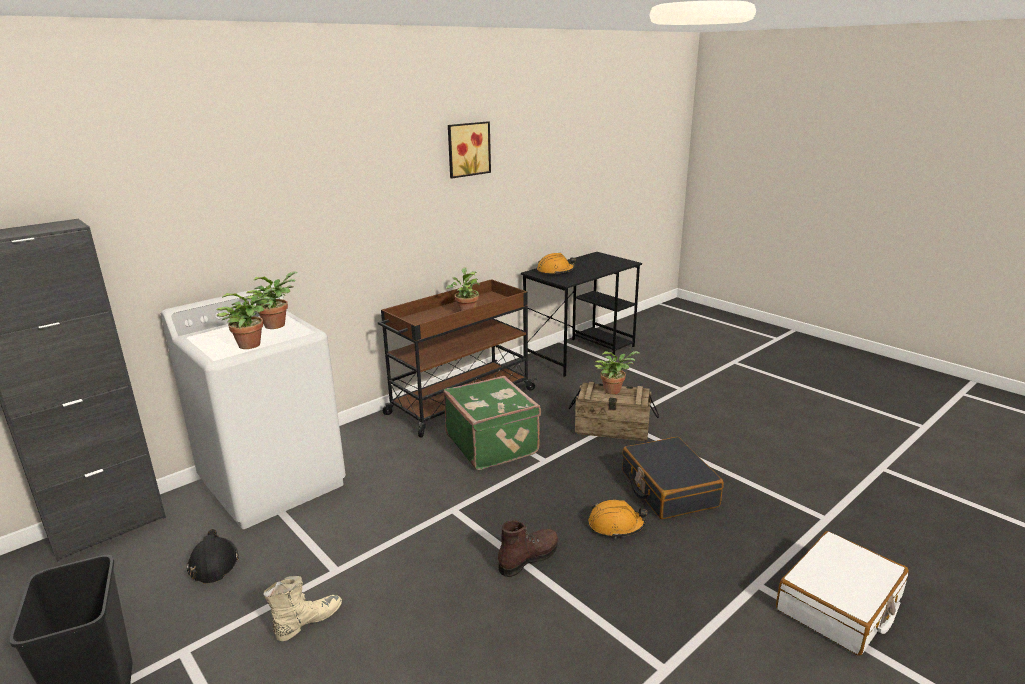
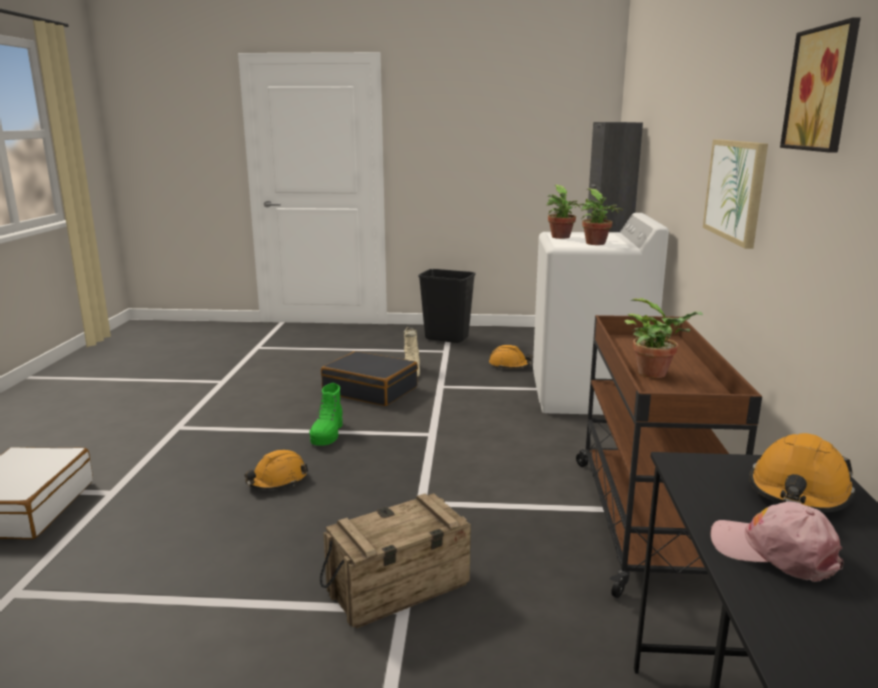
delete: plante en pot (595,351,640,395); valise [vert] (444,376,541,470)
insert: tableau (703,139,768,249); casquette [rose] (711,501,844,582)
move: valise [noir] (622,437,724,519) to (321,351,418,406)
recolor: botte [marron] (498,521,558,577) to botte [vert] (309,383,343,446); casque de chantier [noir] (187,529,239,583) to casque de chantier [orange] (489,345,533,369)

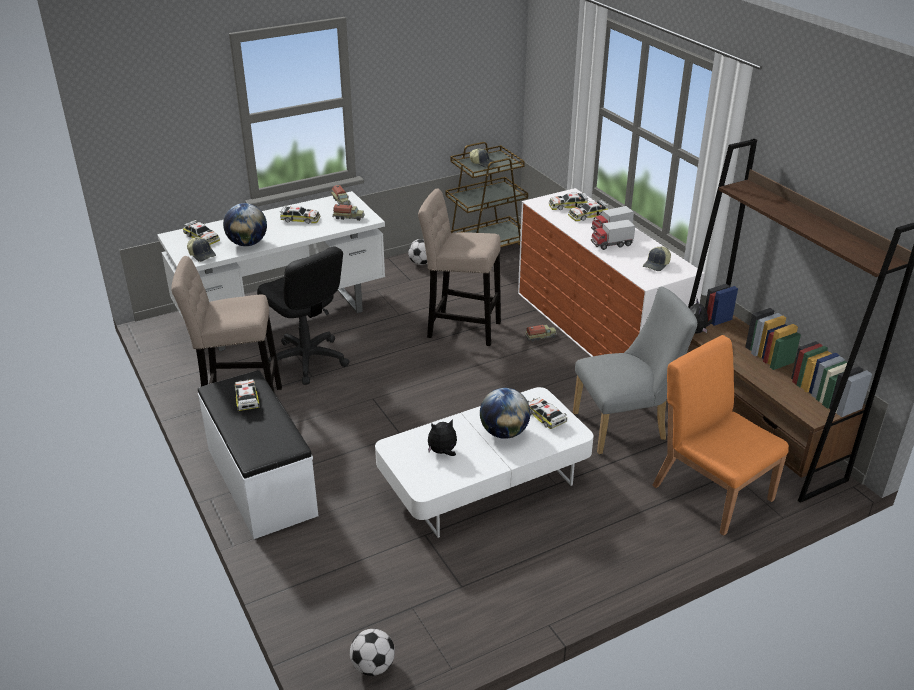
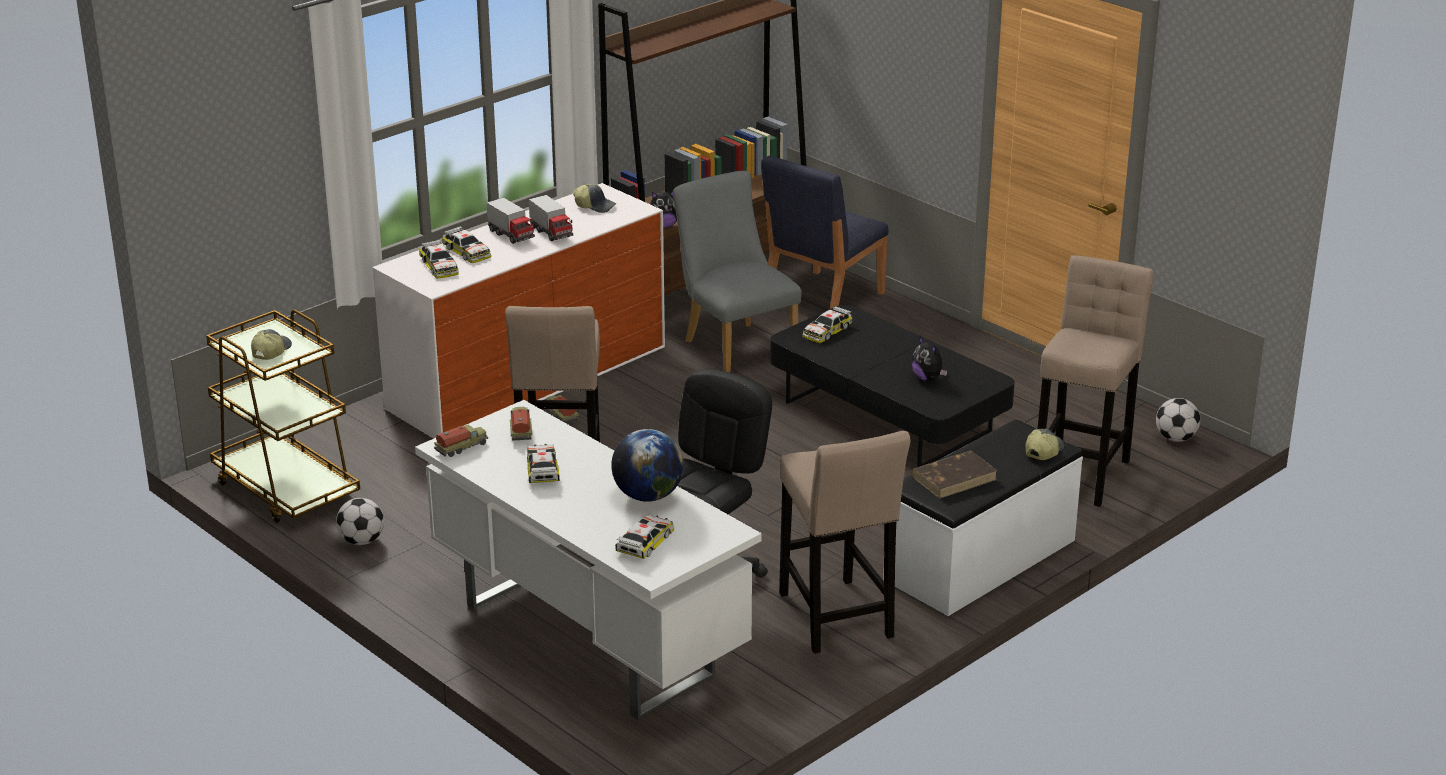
delete: globe (480,388,530,439)
insert: tabouret [beige] (1038,255,1154,507)
move: casquette (187,237,216,262) to (1026,429,1064,460)
replace: petite voiture (235,379,260,411) to livre [marron] (911,451,998,499)
recolor: chaise [orange] (652,335,789,536) to chaise [bleu] (761,156,889,309); table basse [blanc] (375,387,593,538) to table basse [noir] (770,305,1015,467)

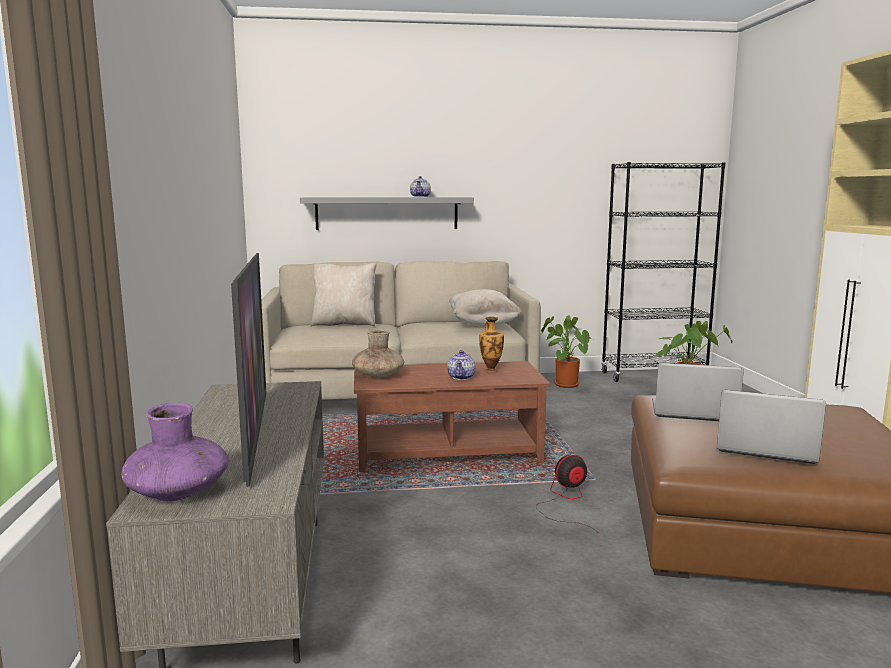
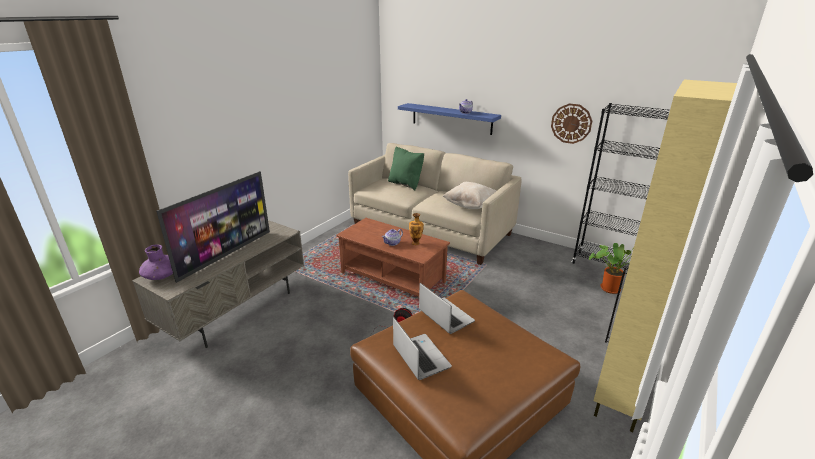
delete: plante en pot (541,315,592,388); vase [marron] (352,330,404,378)
insert: horloge murale (551,103,592,144)
recolor: étagère [gris] (300,197,474,230) to étagère [bleu] (398,103,501,135); coussin [beige] (310,263,377,326) to coussin [vert] (388,146,424,190)

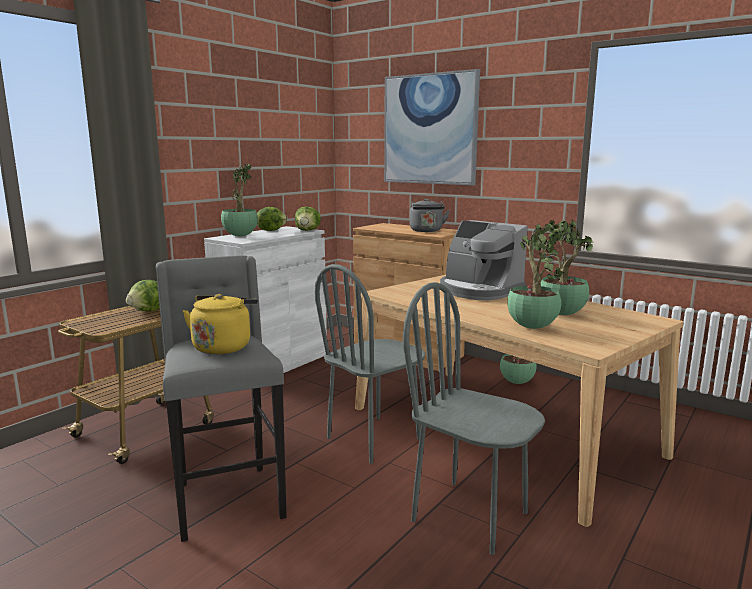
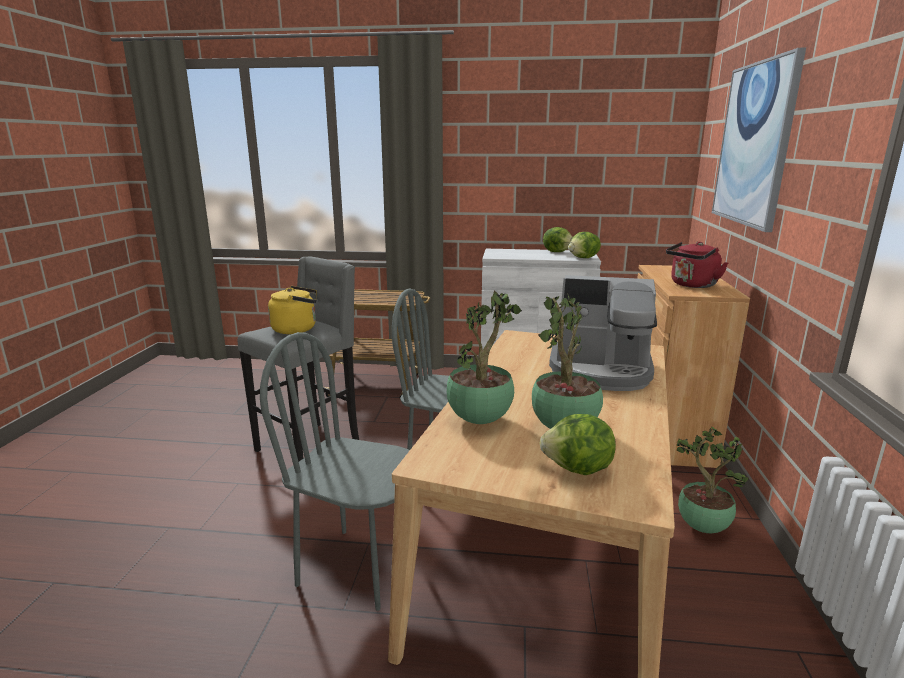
delete: plante en pot (221,164,258,236)
move: laitue (126,280,160,311) to (540,414,616,475)
recolor: bouilloire [gris] (410,198,450,232) to bouilloire [rouge] (666,242,728,288)
rotate: machine à café (440,220,528,300) = (549,275,657,391) 90 degrees counterclockwise; chaise [gris] (403,282,545,555) = (260,332,410,611) 75 degrees counterclockwise

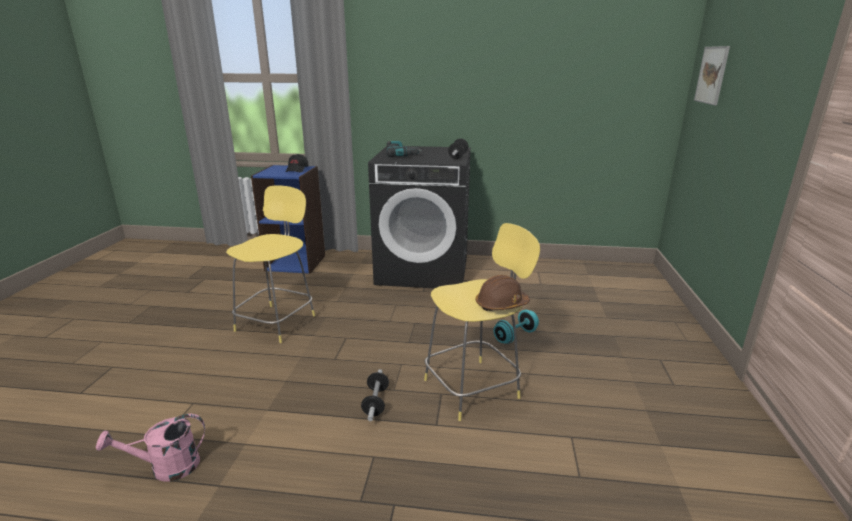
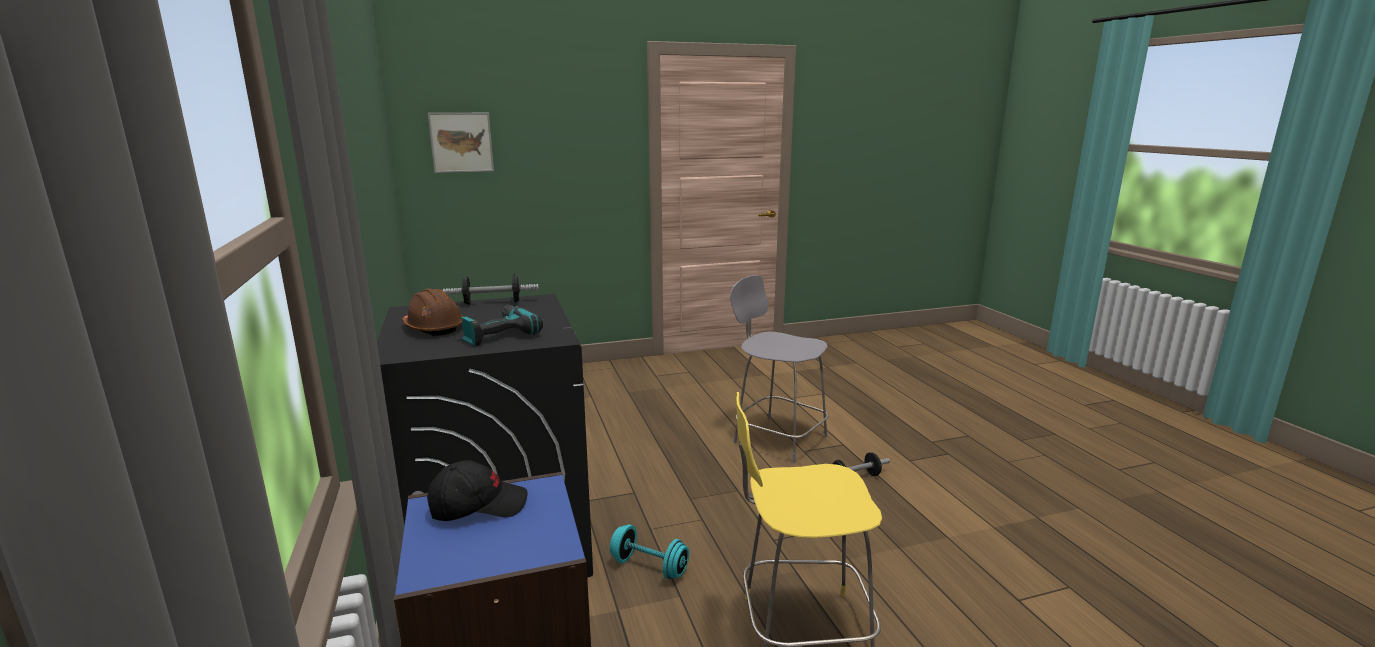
delete: arrosoir [rose] (96,414,205,482)
move: casque de chantier [marron] (476,275,530,311) to (402,289,464,336); haltère [turquoise] (493,310,539,344) to (610,524,689,579)
recolor: tabouret [jaune] (424,223,540,421) to tabouret [gris] (730,275,829,464)

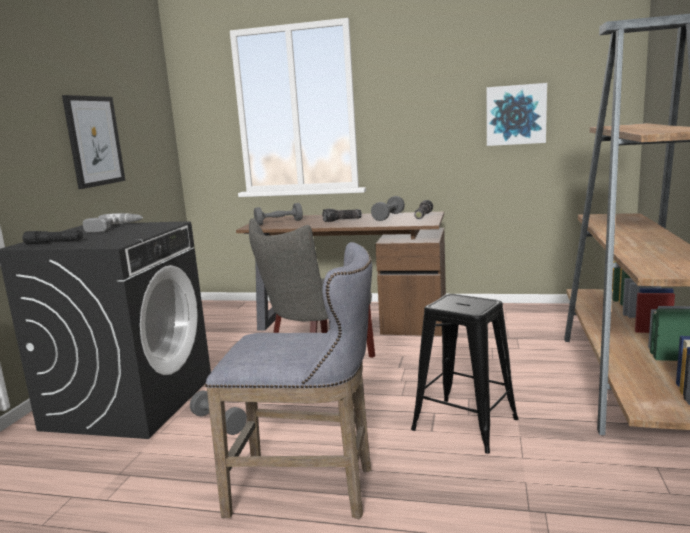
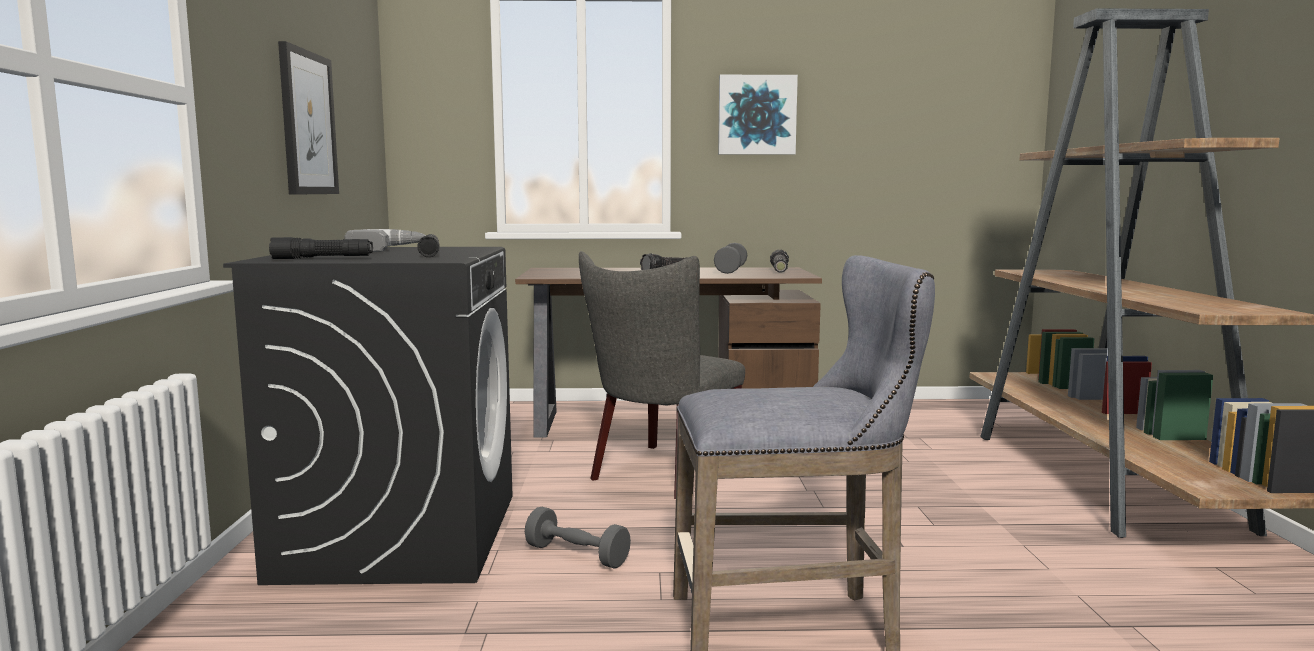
delete: haltère [gris] (254,203,303,225); tabouret [noir] (411,294,518,454)
insert: lampe de poche [noir] (417,234,440,257)
move: tableau (487,83,547,146) to (718,75,798,155)

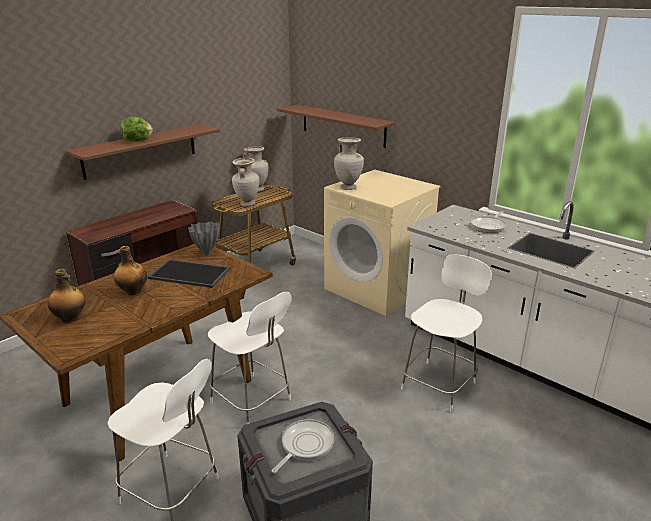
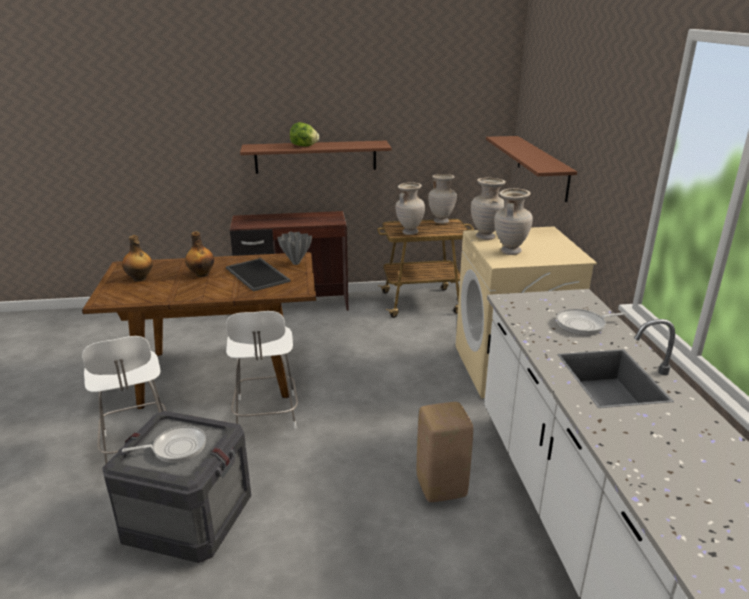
insert: vase [beige] (494,188,533,255)
replace: chaise [blanc] (401,254,491,412) to tabouret [beige] (417,402,473,502)

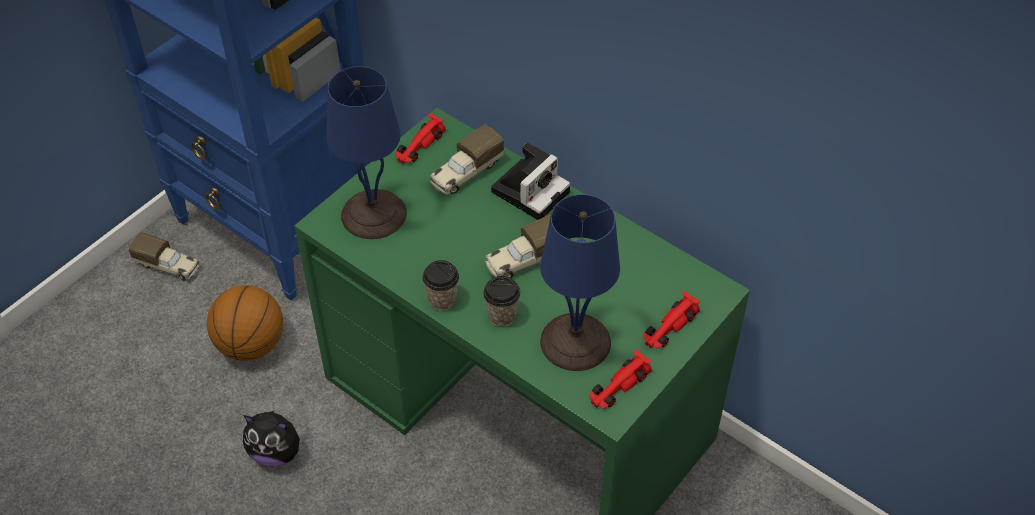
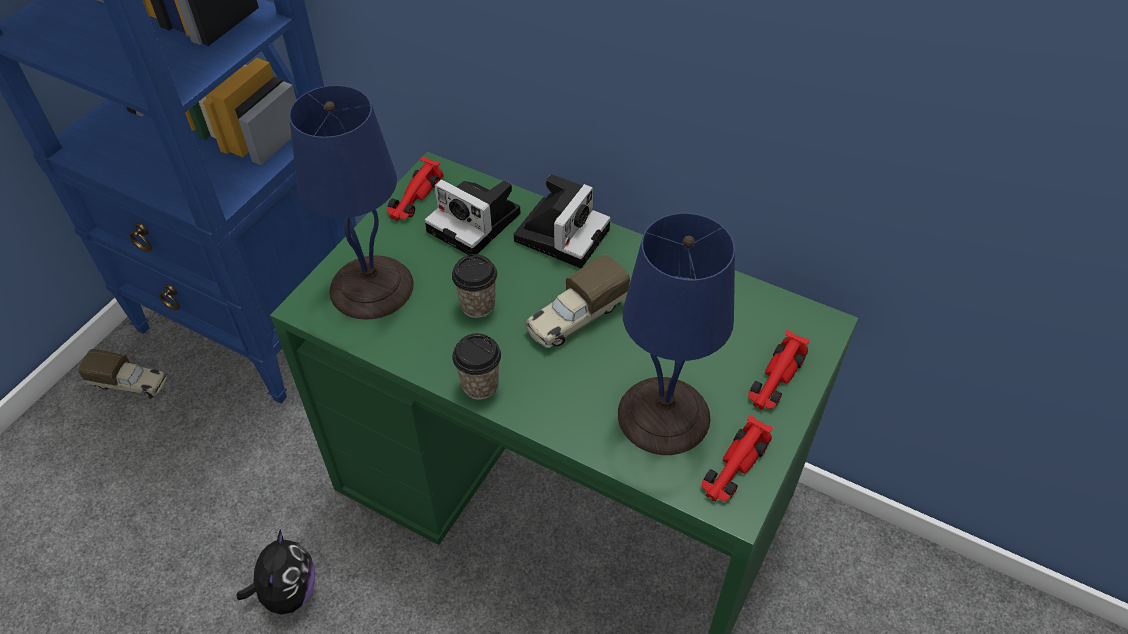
delete: ballon de basket (207,285,283,361)
move: tasse (483,276,520,327) to (452,254,497,318)
replace: camion jouet (429,125,504,195) to appareil photo (425,179,521,255)
rotate: peluche (243,411,309,466) = (237,530,315,615) 90 degrees counterclockwise

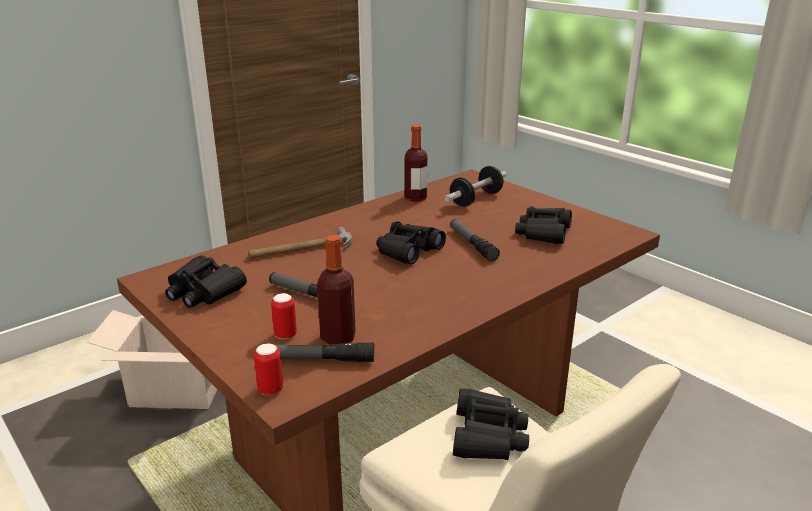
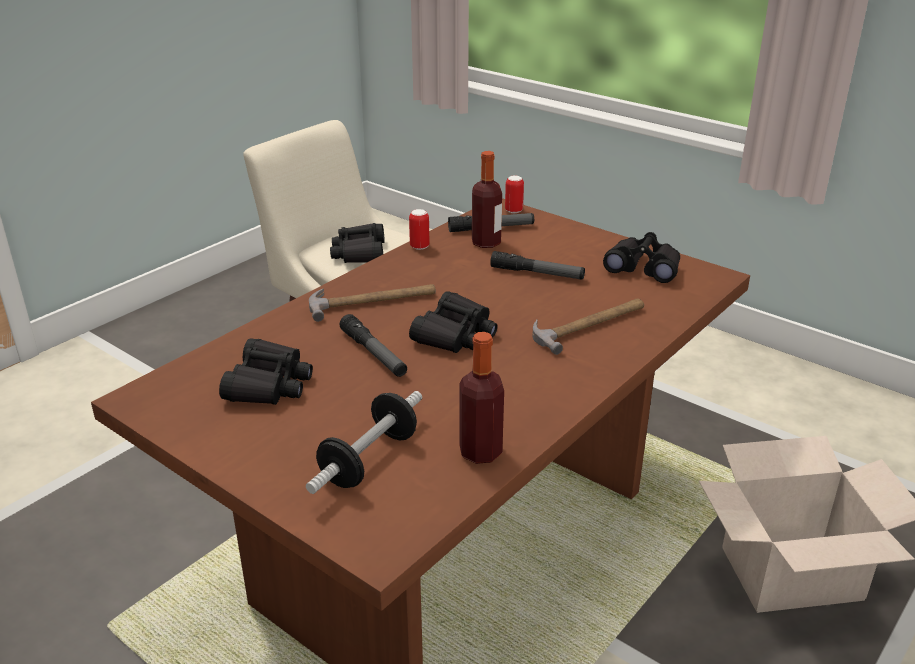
insert: marteau (309,284,436,322)
move: boîte métallique (271,293,297,339) to (409,209,430,250)

